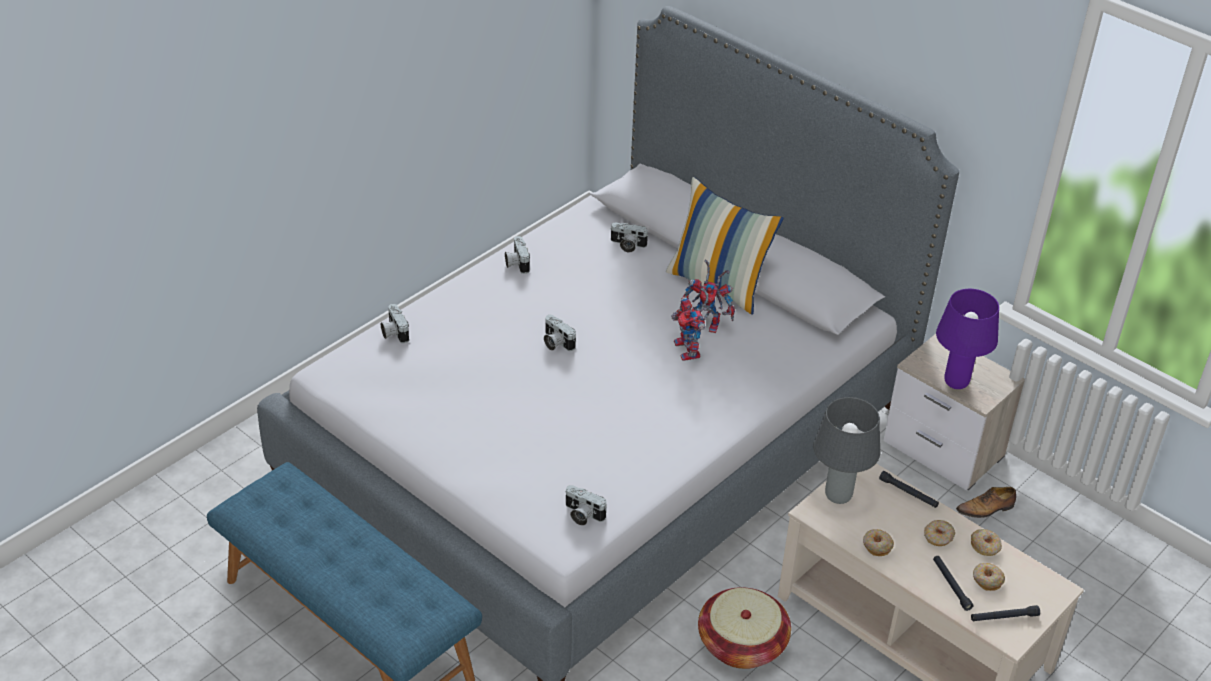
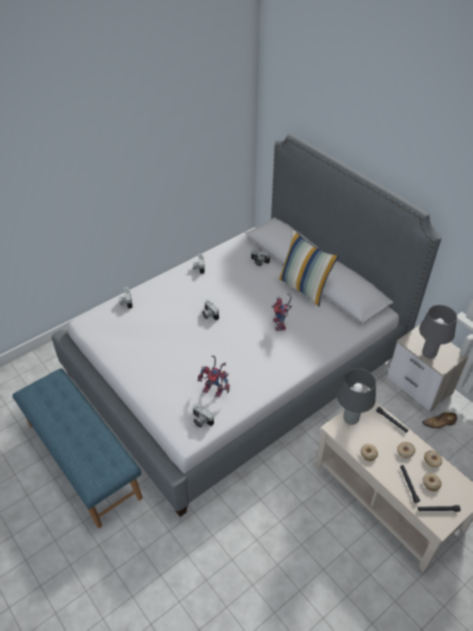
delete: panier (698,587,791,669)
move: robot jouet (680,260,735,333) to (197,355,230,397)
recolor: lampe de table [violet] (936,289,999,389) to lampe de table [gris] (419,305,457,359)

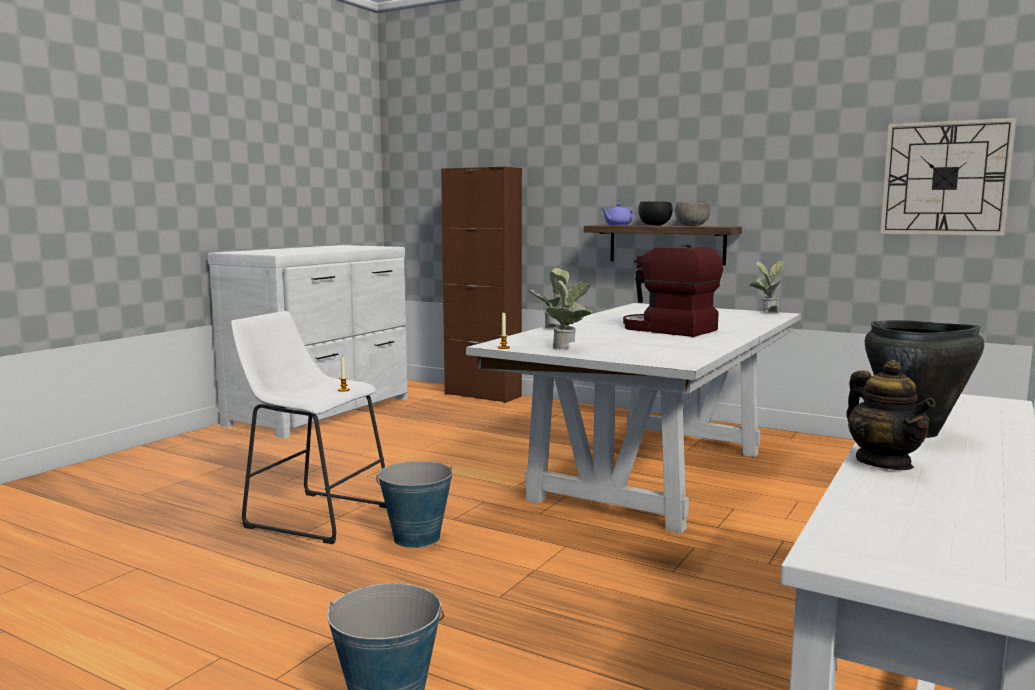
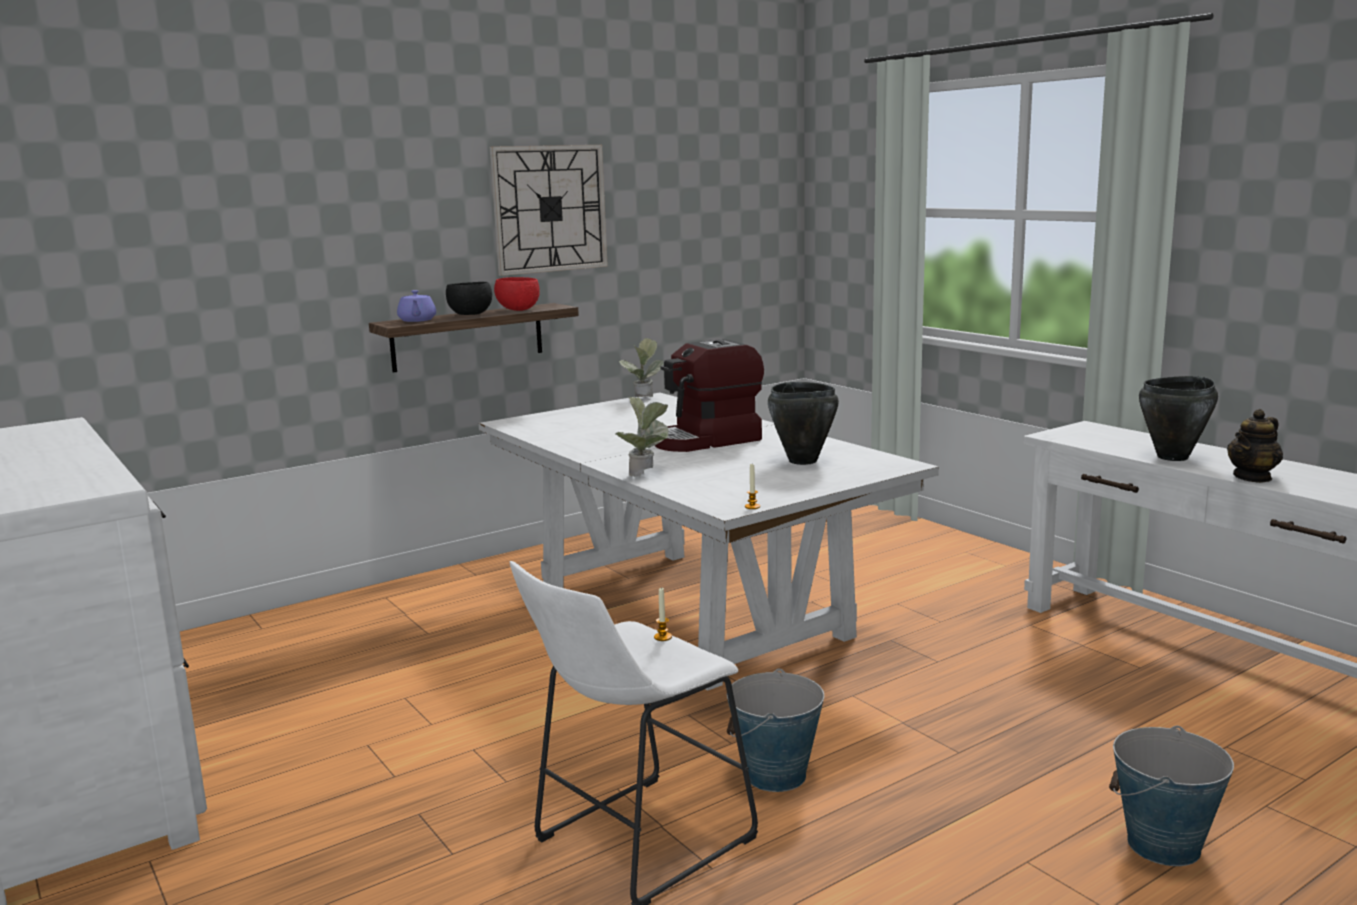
delete: meuble de rangement [marron] (441,167,522,403); plante en pot (546,278,593,349)
insert: marmite [noir] (768,382,839,465)
move: horloge murale (880,118,1016,236) to (490,145,608,276)
recolor: bol [gris] (675,202,711,226) to bol [rouge] (494,277,540,311)
rotate: théière (846,360,935,470) = (1227,409,1283,483) 135 degrees clockwise

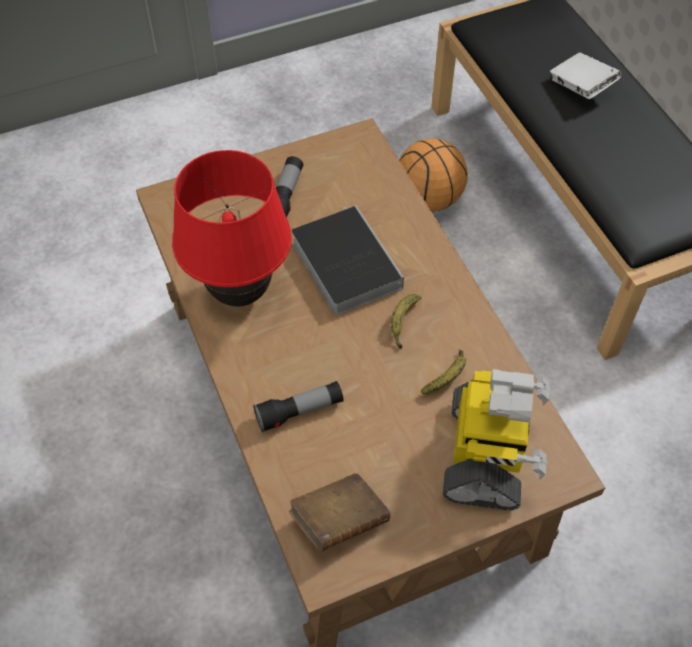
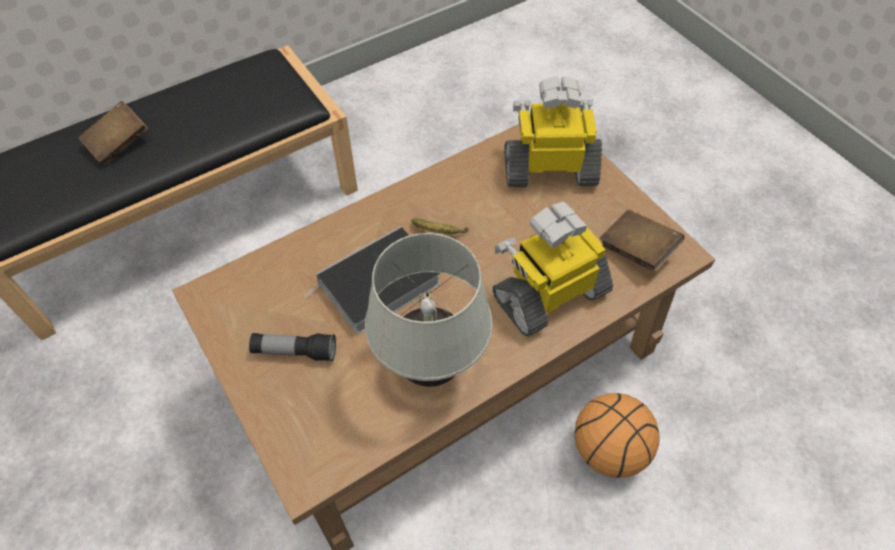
delete: banane (421,349,466,394)
move: ballon de basket (399,139,468,211) to (575,393,660,478)
replace: lampe de poche (253,381,344,433) to robot jouet (492,202,613,336)
recolor: livre [blanc] (550,53,621,99) to livre [marron] (78,101,148,165); lampe de table [rouge] (172,150,292,307) to lampe de table [blanc] (365,233,492,387)

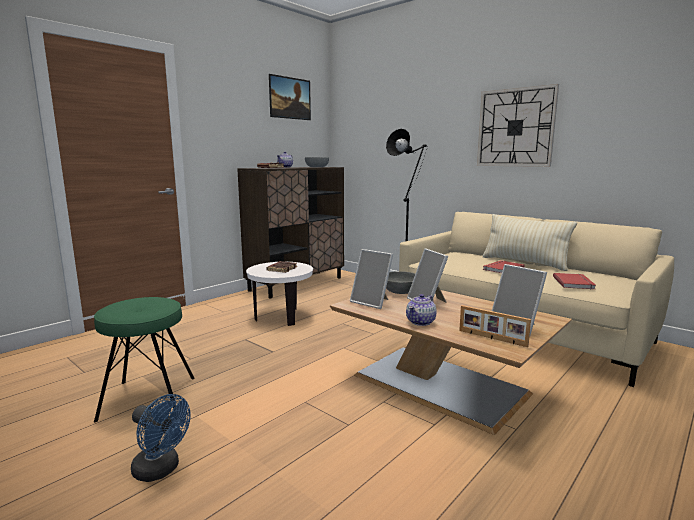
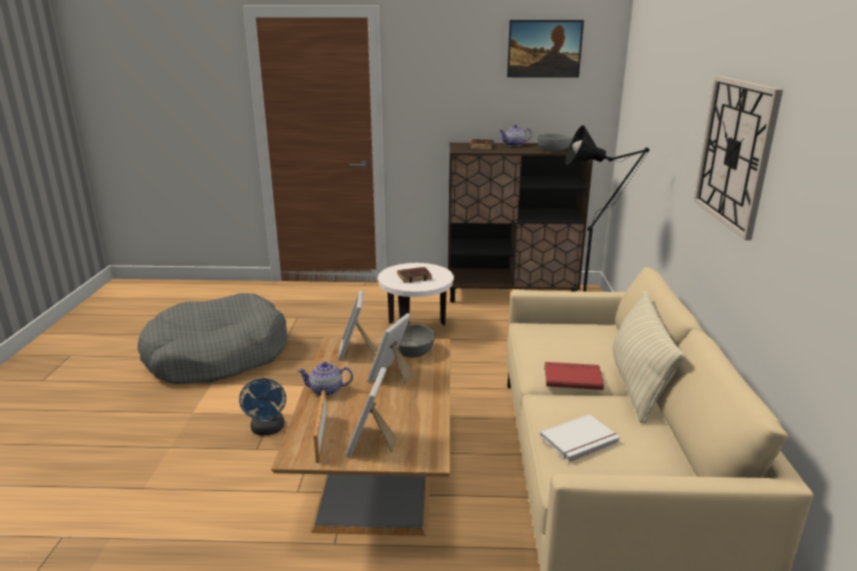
move: ventilateur [bleu] (131,394,191,482) to (239,378,286,436)
replace: tabouret [vert] (94,297,195,422) to panier pour chien [gris] (138,293,288,384)
recolor: livre [rouge] (553,273,596,289) to livre [blanc] (540,414,620,462)

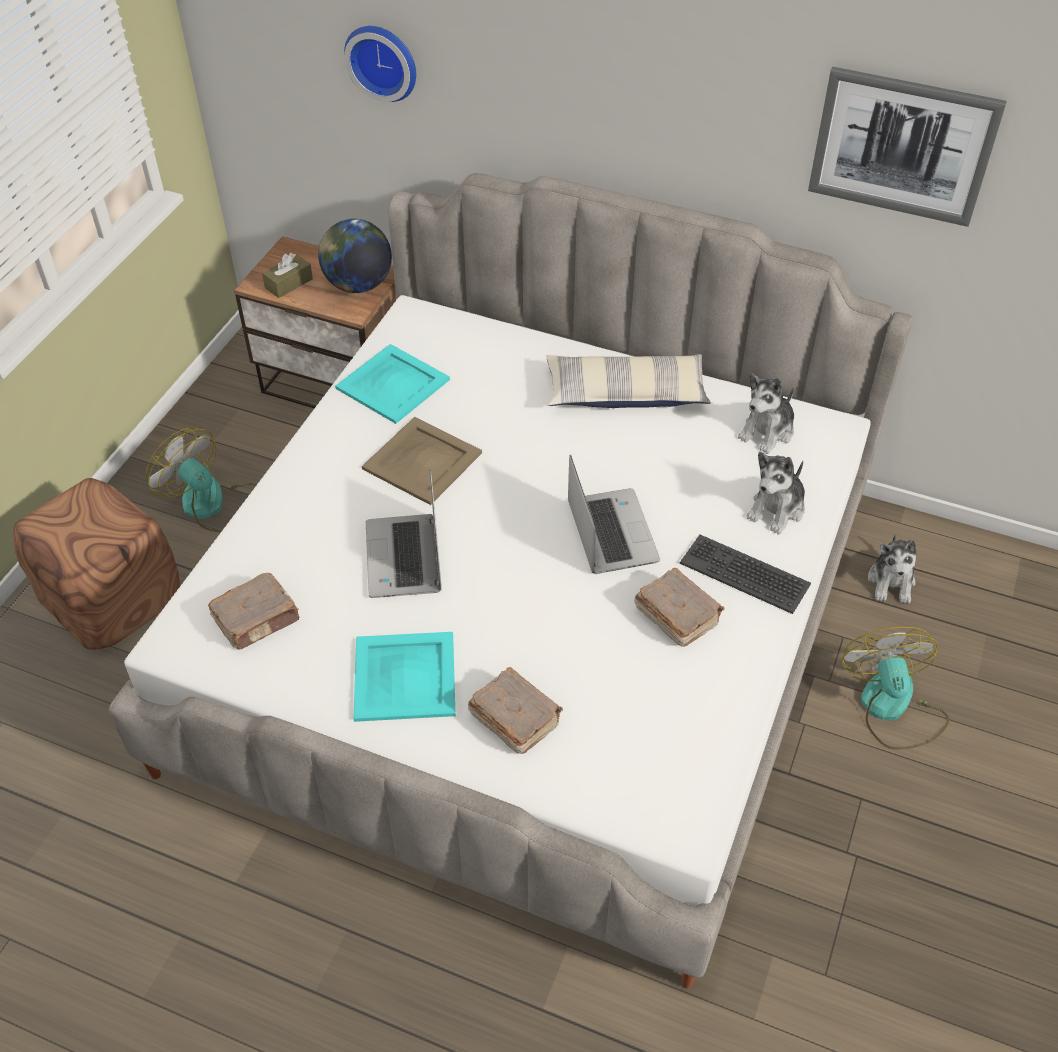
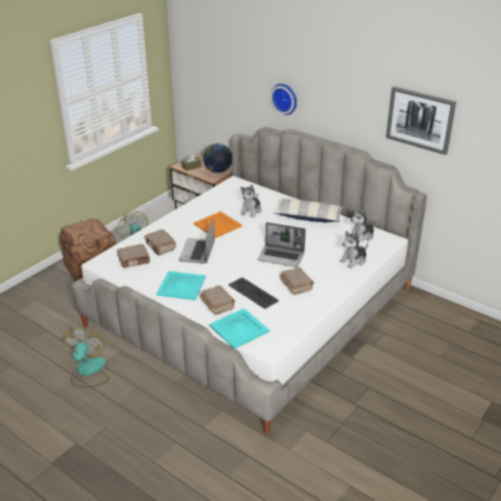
insert: livre [marron] (144,229,176,255)
move: horloge murale (344,26,416,102) to (270,84,297,115); plateau [turquoise] (335,344,450,424) to (210,308,270,349); peluche (868,534,916,604) to (240,185,261,218); clavier (680,535,811,614) to (228,277,279,309); ventilateur (842,627,949,750) to (63,327,109,387)
recolor: plateau [beige] (362,417,482,505) to plateau [orange] (194,211,242,238)
rotate: ordinateur portable (568,455,660,574) = (258,222,306,267) 105 degrees clockwise

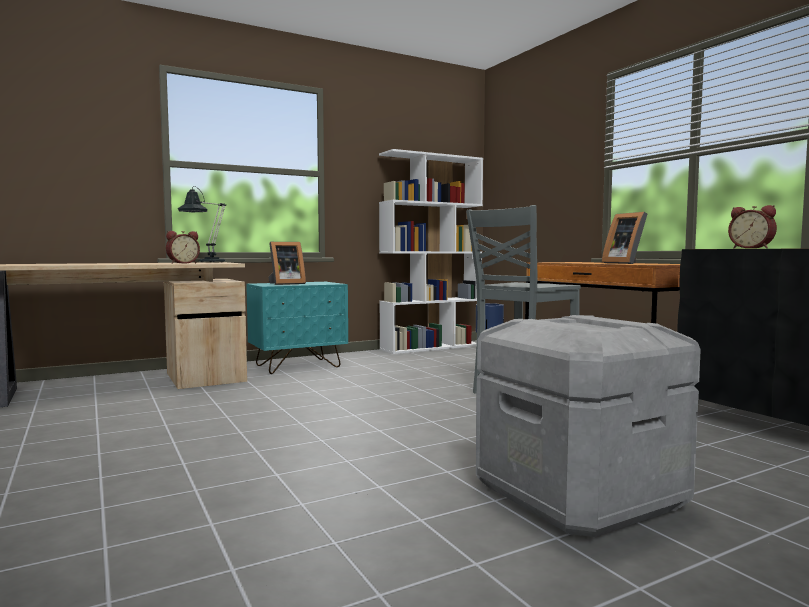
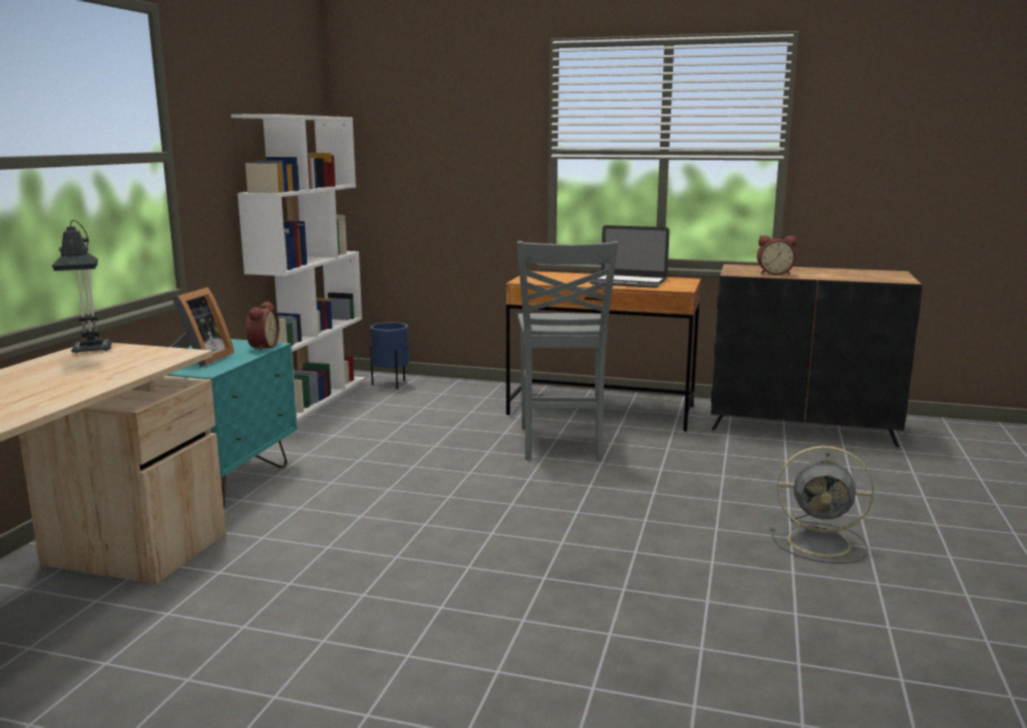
move: réveil (166,231,200,264) to (245,301,279,351)
replace: cadre photo (602,212,648,264) to ordinateur portable (589,225,670,288); boîte de rangement [gris] (476,315,701,537) to ventilateur [gris] (770,446,874,563)

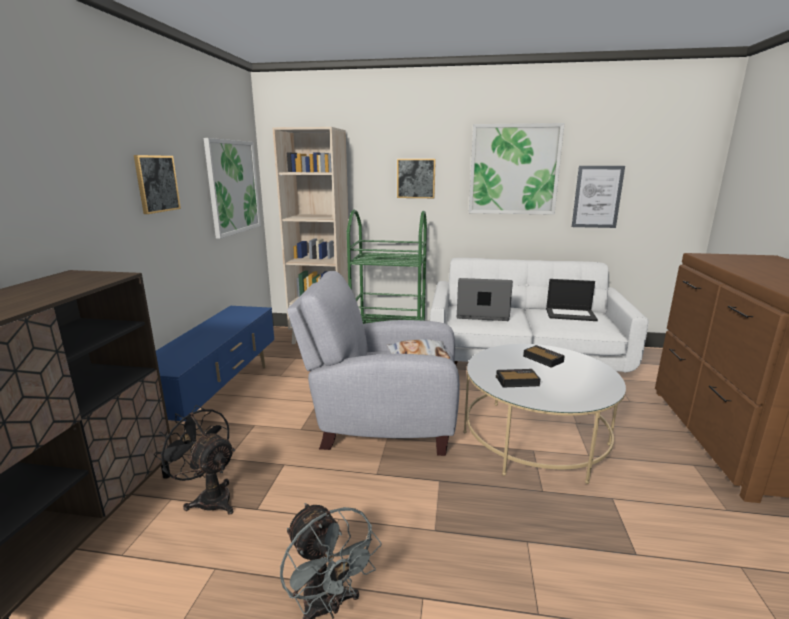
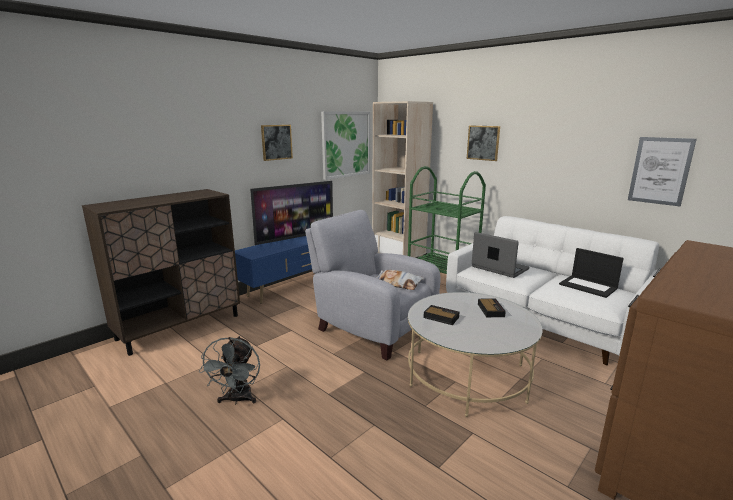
delete: tableau (469,123,565,215); ventilateur [noir] (154,405,235,515)
insert: téléviseur (250,181,333,245)

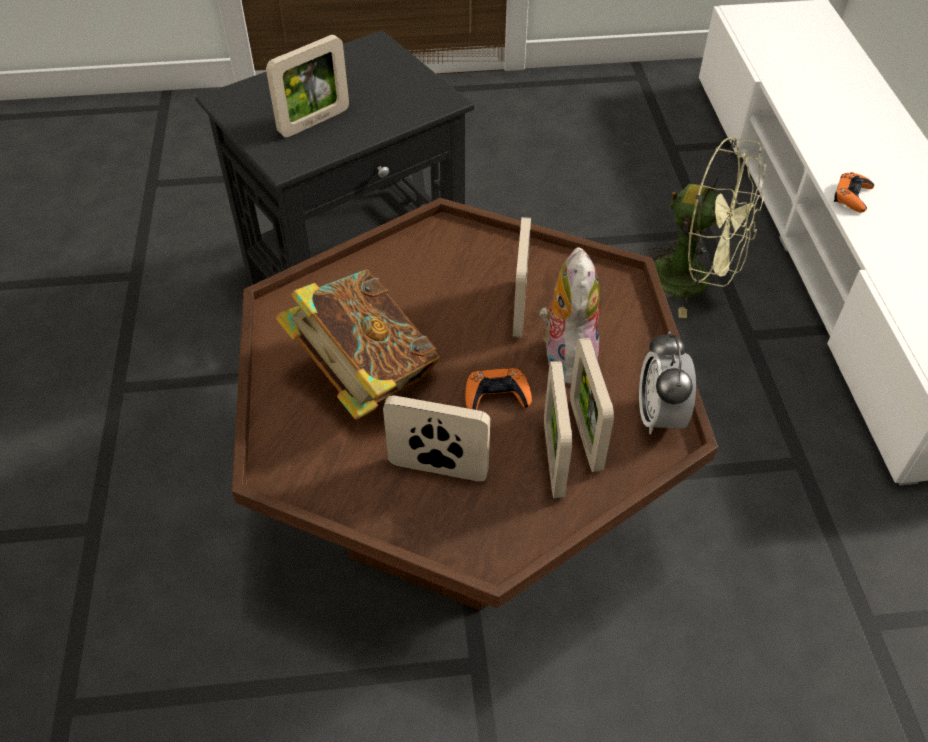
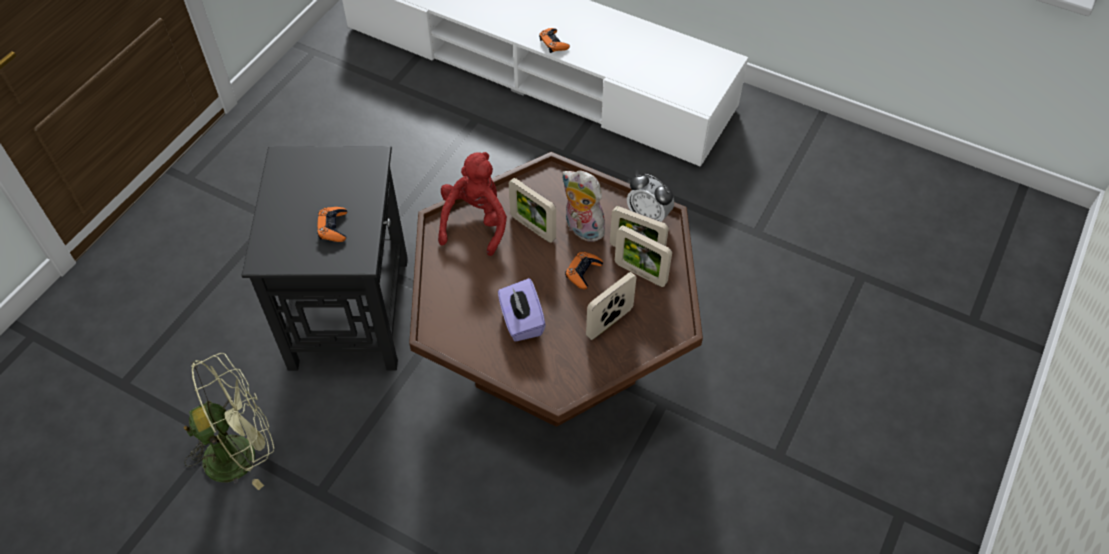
insert: peluche [rouge] (438,152,507,256)
move: ventilateur [vert] (640,137,767,318) to (184,353,274,490)
replace: cadre photo (266,35,349,137) to manette [orange] (317,207,347,242); livre (276,270,440,420) to boîte à mouchoirs [violet] (498,278,545,341)

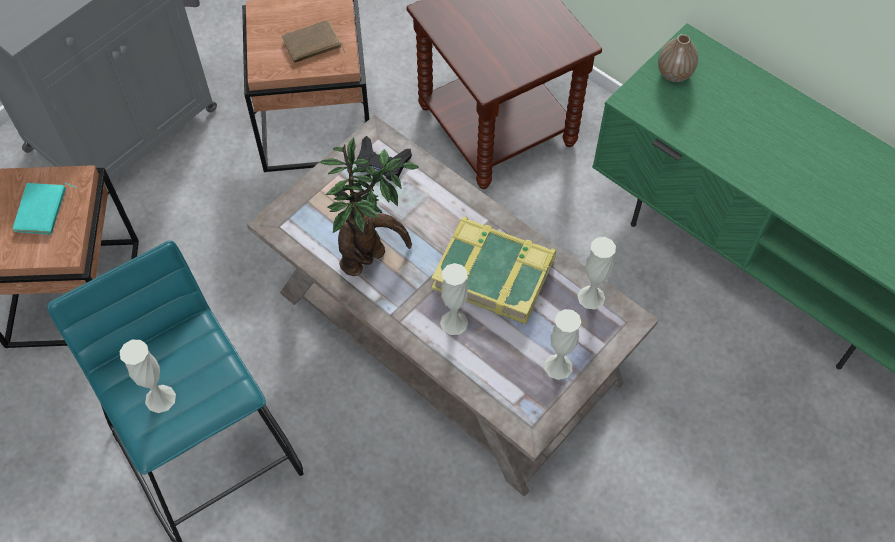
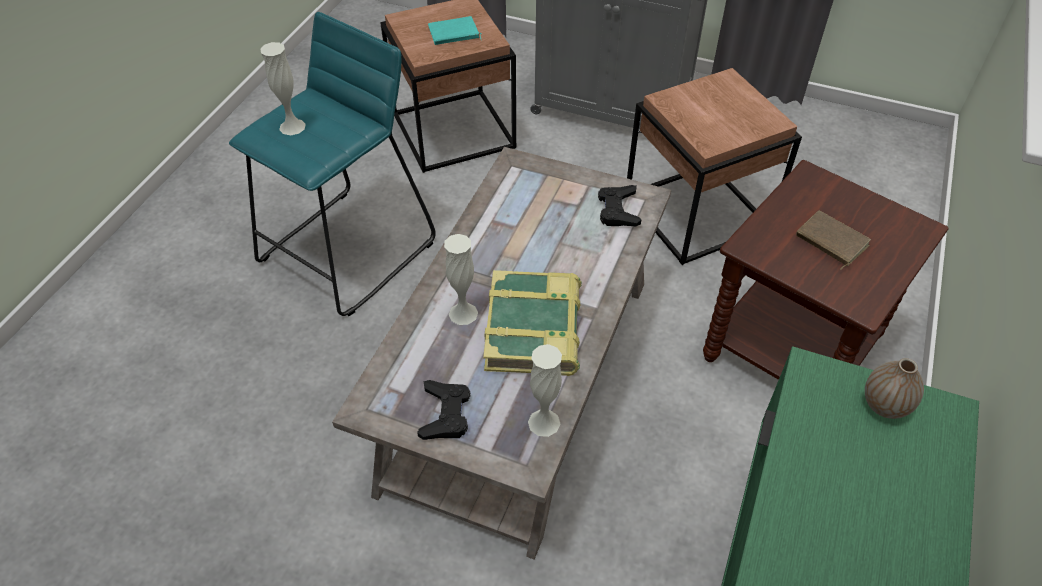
delete: plante en pot (320,137,419,276)
move: livre [marron] (281,20,345,63) to (796,211,871,270)
replace: vase [blanc] (545,309,581,380) to manette [noir] (417,380,471,440)

